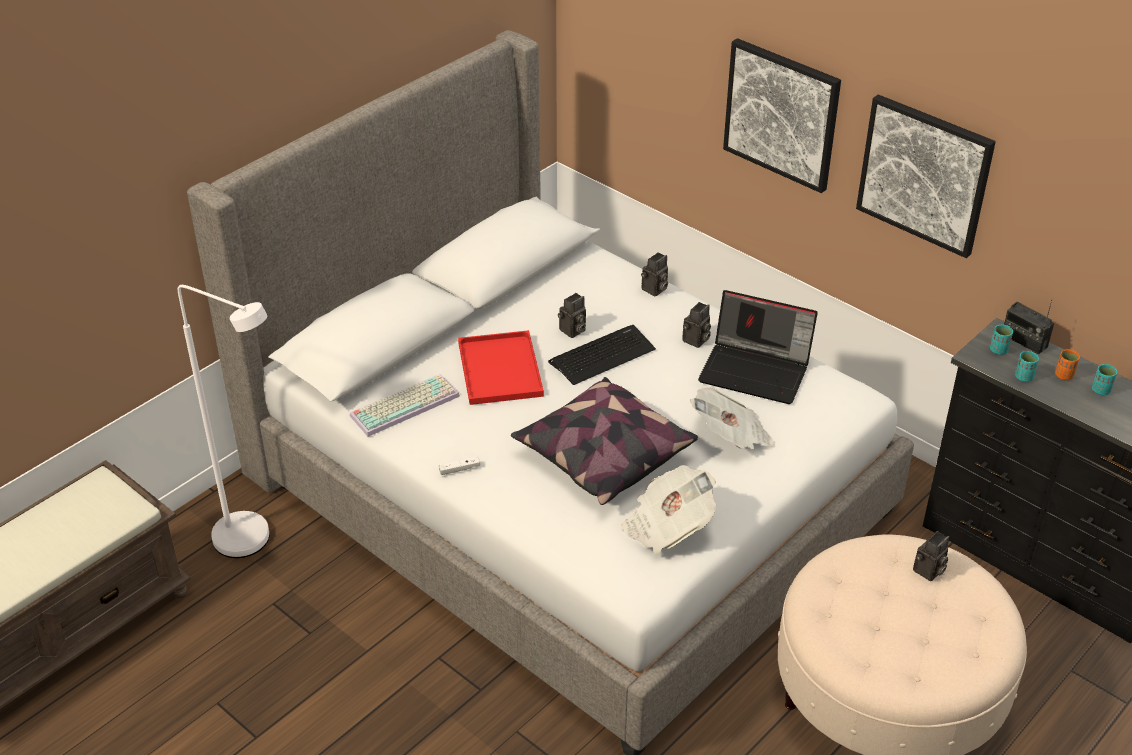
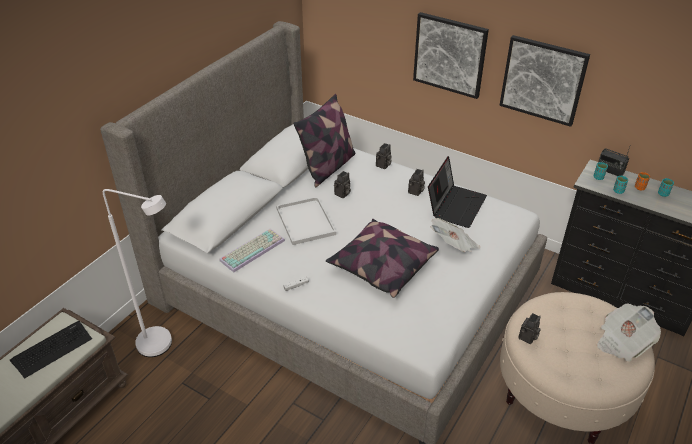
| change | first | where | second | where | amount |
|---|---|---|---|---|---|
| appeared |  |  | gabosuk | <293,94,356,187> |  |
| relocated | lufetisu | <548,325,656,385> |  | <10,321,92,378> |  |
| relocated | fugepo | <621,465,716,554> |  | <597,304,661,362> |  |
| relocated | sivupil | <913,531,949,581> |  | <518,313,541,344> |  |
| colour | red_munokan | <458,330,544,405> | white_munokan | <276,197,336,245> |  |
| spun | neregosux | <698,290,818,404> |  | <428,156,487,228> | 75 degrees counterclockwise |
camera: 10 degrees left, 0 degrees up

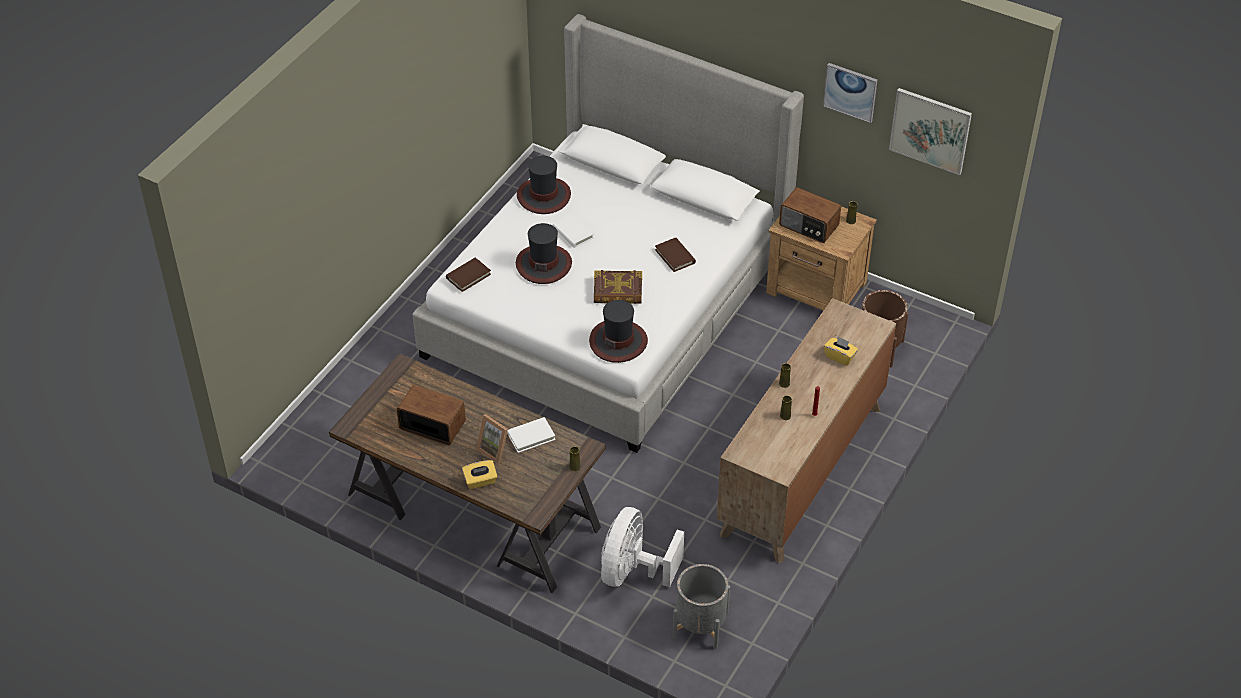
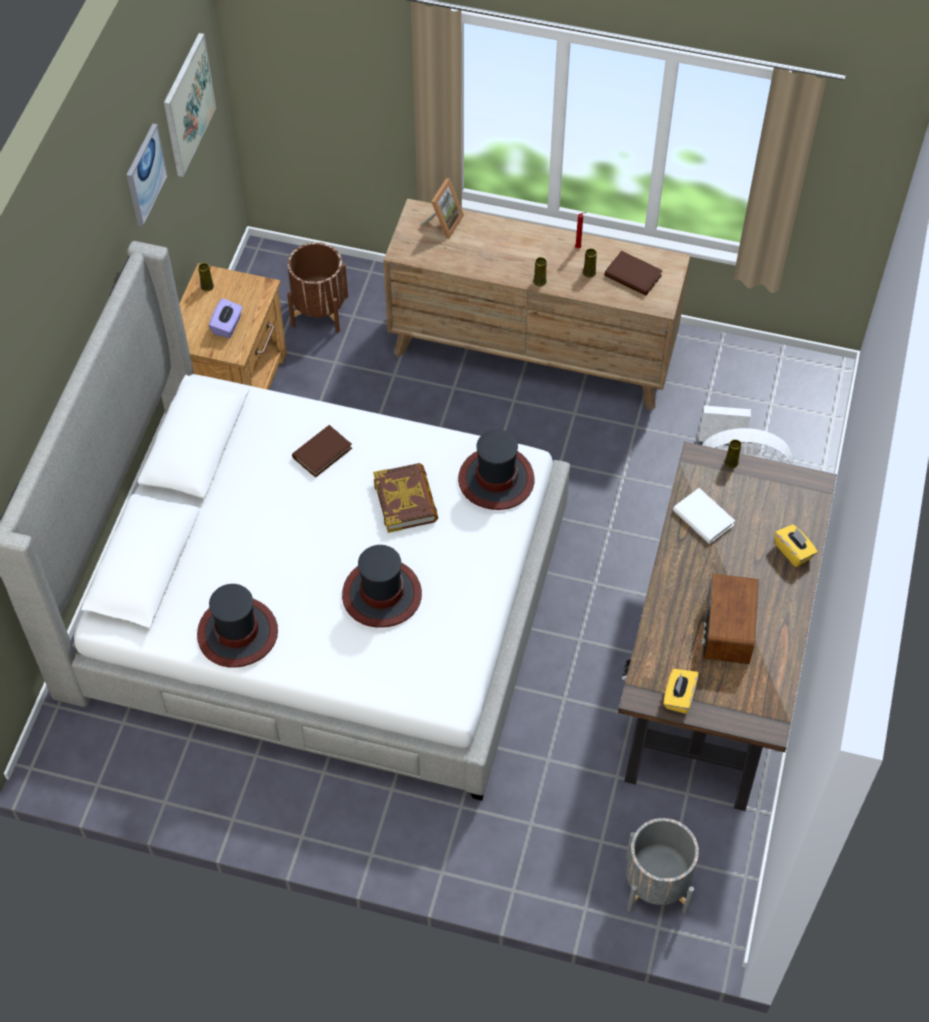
| change | first | where | second | where | amount |
|---|---|---|---|---|---|
| missing | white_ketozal | <553,214,594,248> |  |  |  |
| relocated | brown_ketozal | <446,258,491,292> |  | <604,251,663,296> |  |
| relocated | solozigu | <476,414,508,464> |  | <421,178,464,239> |  |
| relocated | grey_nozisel | <673,564,730,649> |  | <626,818,699,914> |  |
| relocated | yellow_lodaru | <824,336,858,366> |  | <664,669,699,714> |  |
| exchanged | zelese | <779,187,841,243> | purple_lodaru | <209,298,243,338> |  |
camera: 105 degrees left, 10 degrees up

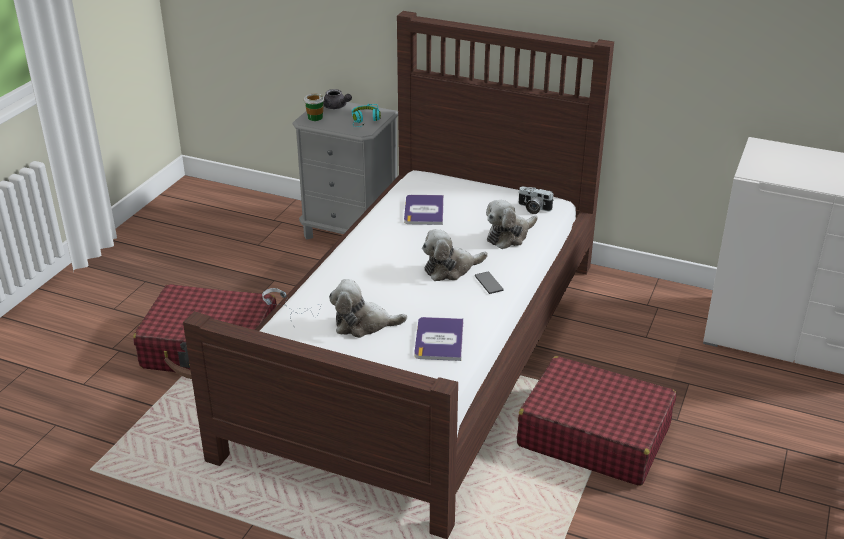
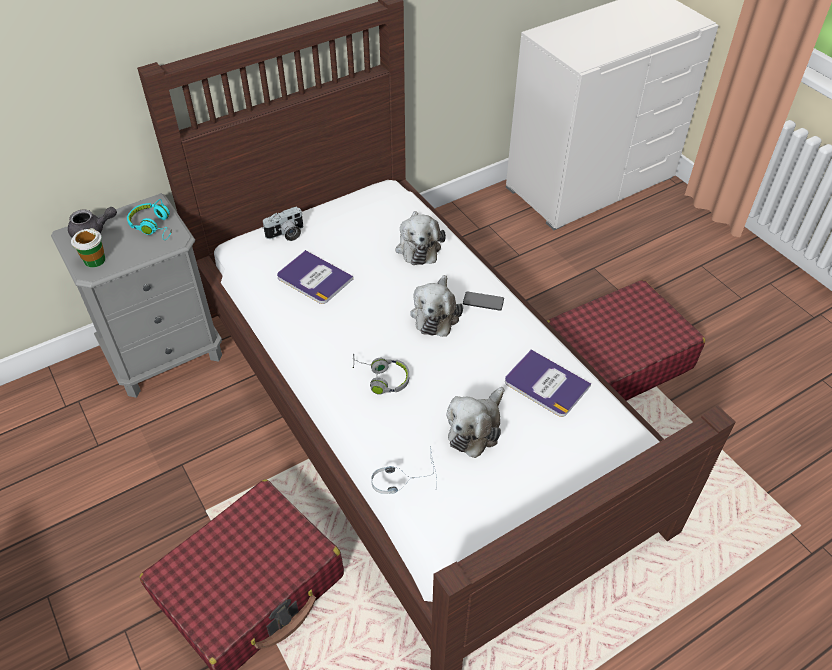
| change | first | where | second | where | amount |
|---|---|---|---|---|---|
| appeared |  |  | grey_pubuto | <352,354,409,395> |  |
| relocated | sivupil | <518,187,553,214> |  | <262,207,303,241> |  |
camera: 55 degrees left, 15 degrees up

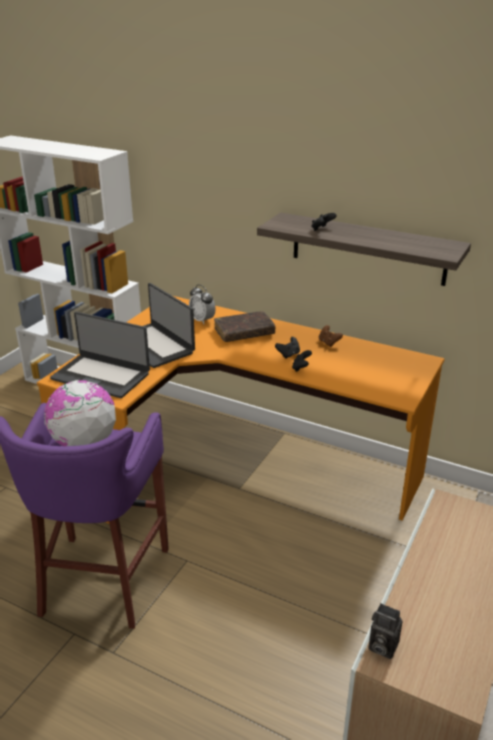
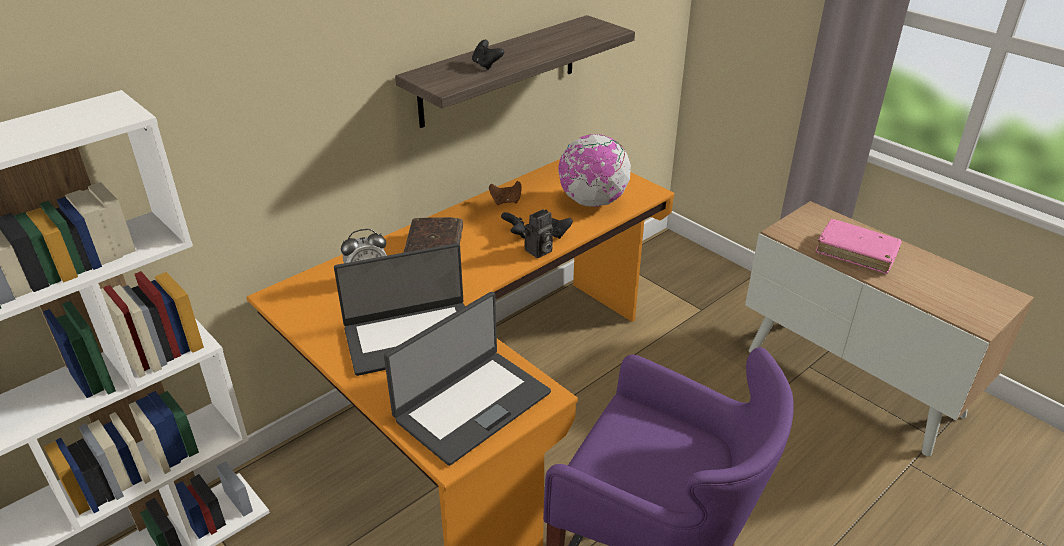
| change | first | where | second | where | amount |
|---|---|---|---|---|---|
| appeared |  |  | pink_ketozal | <816,219,902,274> |  |
| relocated | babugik | <44,380,116,446> |  | <558,134,631,207> |  |
| relocated | sivupil | <369,603,403,659> |  | <523,209,553,258> |  |
camera: 70 degrees left, 5 degrees up

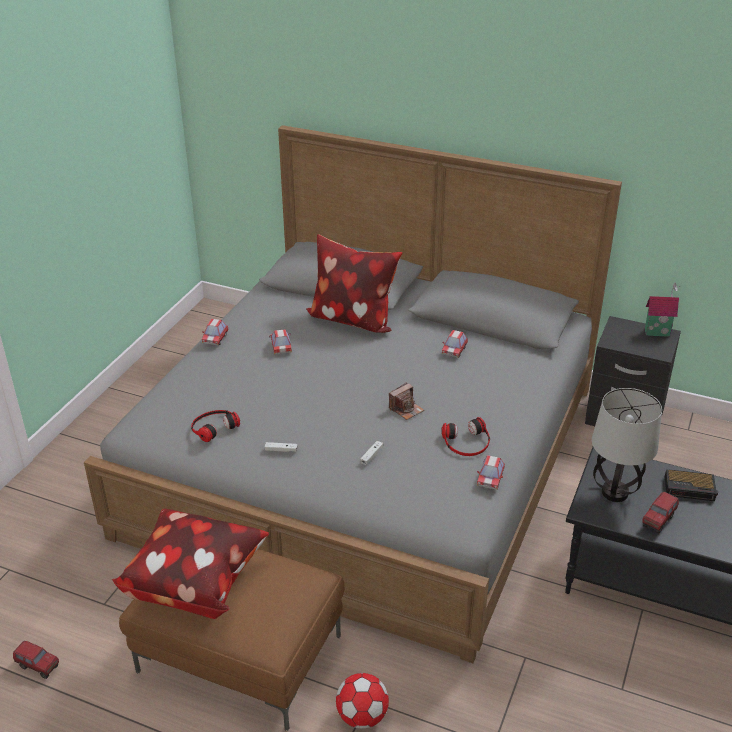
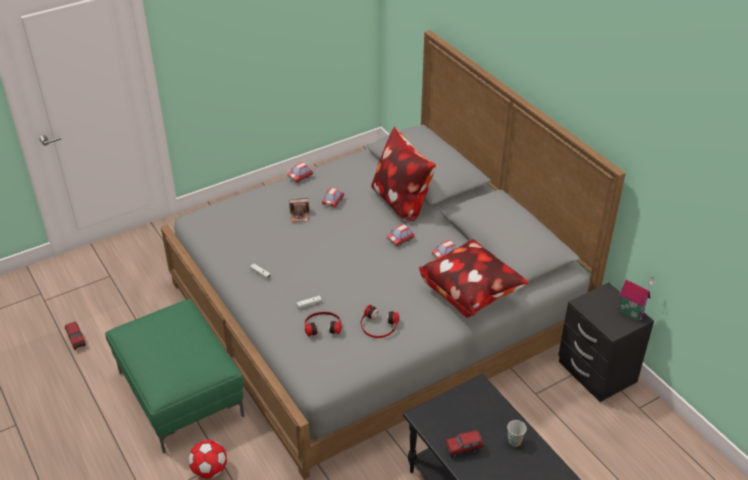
| change | first | where | second | where | amount |
|---|---|---|---|---|---|
| missing | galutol | <592,388,662,502> |  |  |  |
| relocated | gabosuk | <111,509,269,619> |  | <419,239,529,318> |  |
| relocated | pubuto | <191,410,240,442> |  | <305,312,342,336> |  |
| relocated | sivupil | <389,382,424,420> |  | <289,198,309,222> |  |
| relocated | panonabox | <477,455,505,490> |  | <387,224,415,246> |  |
| exchanged | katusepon | <665,469,718,501> | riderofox | <507,420,527,447> |  |
| colour | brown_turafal | <119,549,345,731> | green_turafal | <105,299,244,453> |  |
camera: 35 degrees right, 5 degrees up

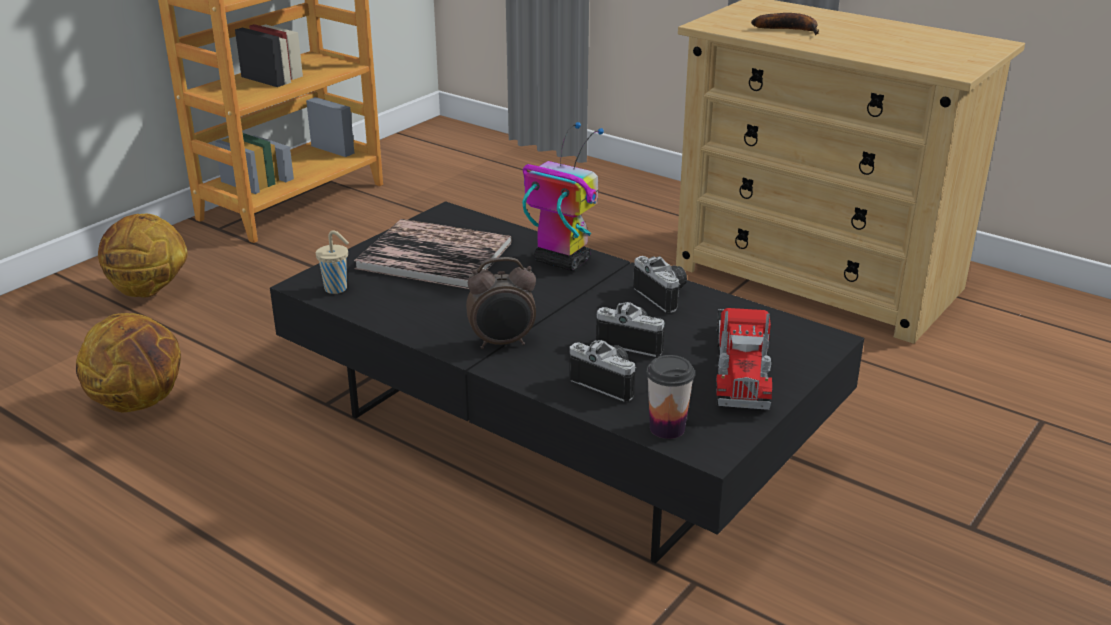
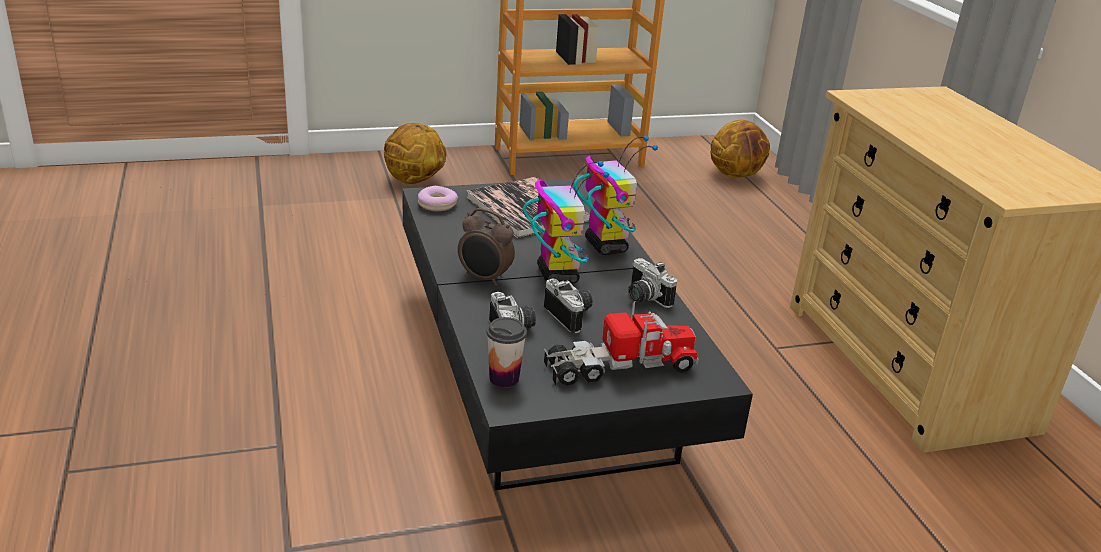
| change | first | where | second | where | amount |
|---|---|---|---|---|---|
| missing | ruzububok | <751,13,819,35> |  |  |  |
| appeared |  |  | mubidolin | <523,161,609,284> |  |
| relocated | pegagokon | <76,313,181,412> |  | <711,120,770,178> |  |
| exchanged | beige_riderofox | <316,230,349,294> | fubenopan | <418,186,458,211> |  |
| spun | sivupil | <633,256,687,313> |  | <628,258,677,308> | 135 degrees clockwise |
| spun | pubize | <716,308,772,410> |  | <544,301,699,386> | 150 degrees counterclockwise |
camera: 35 degrees right, 0 degrees up

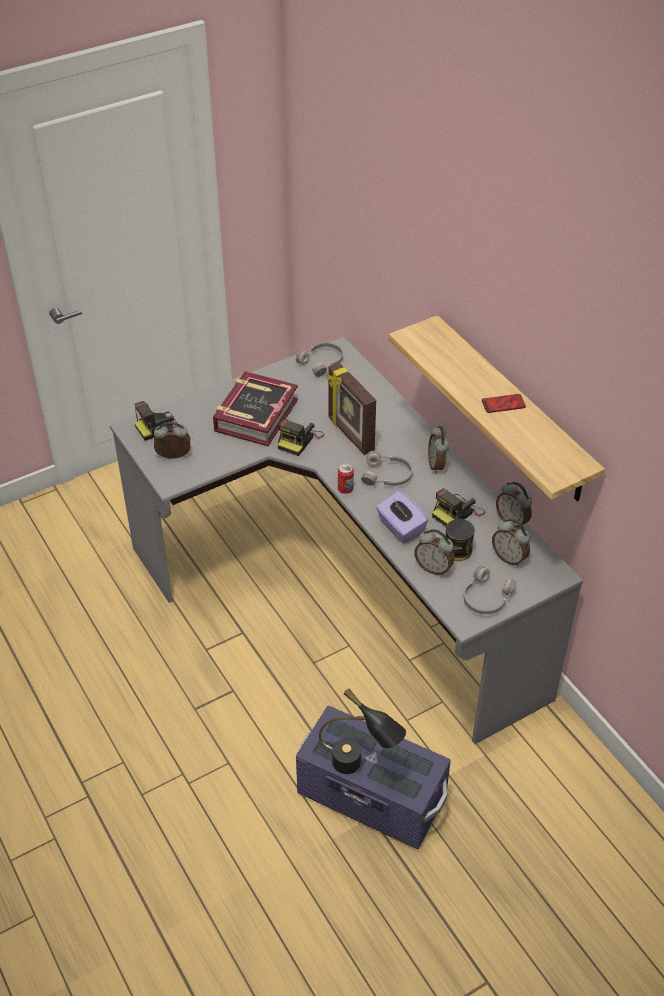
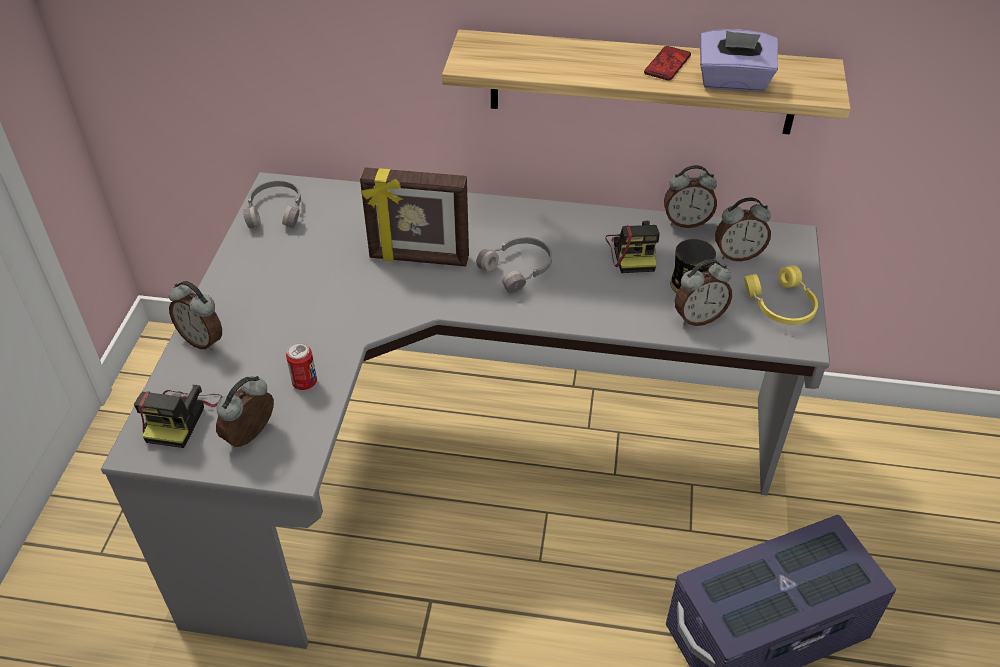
| change | first | where | second | where | amount |
|---|---|---|---|---|---|
| missing | ketozal | <213,371,298,446> |  |  |  |
| missing | sivupil | <278,419,324,456> |  |  |  |
| missing | black_galutol | <319,689,406,774> |  |  |  |
| relocated | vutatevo | <338,464,354,494> |  | <286,343,317,390> |  |
| relocated | purple_lodaru | <376,491,428,544> |  | <700,29,778,92> |  |
| relocated | katusepon | <428,425,449,473> |  | <169,281,222,351> |  |
| colour | grey_pubuto | <463,566,516,614> | yellow_pubuto | <744,265,818,325> |  |
camera: 50 degrees left, 0 degrees up

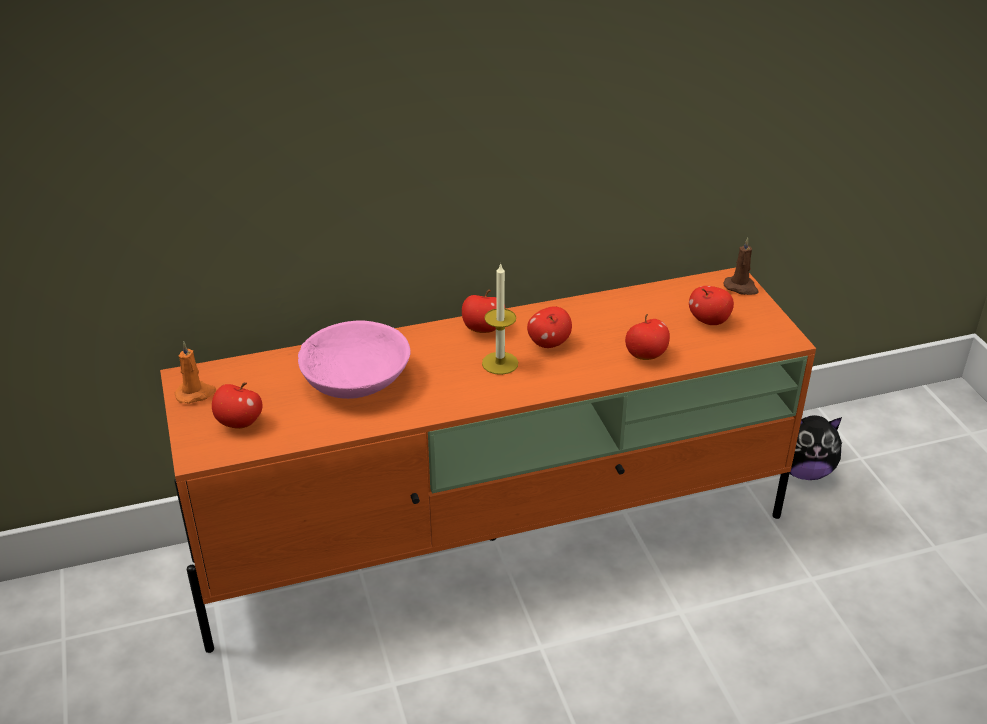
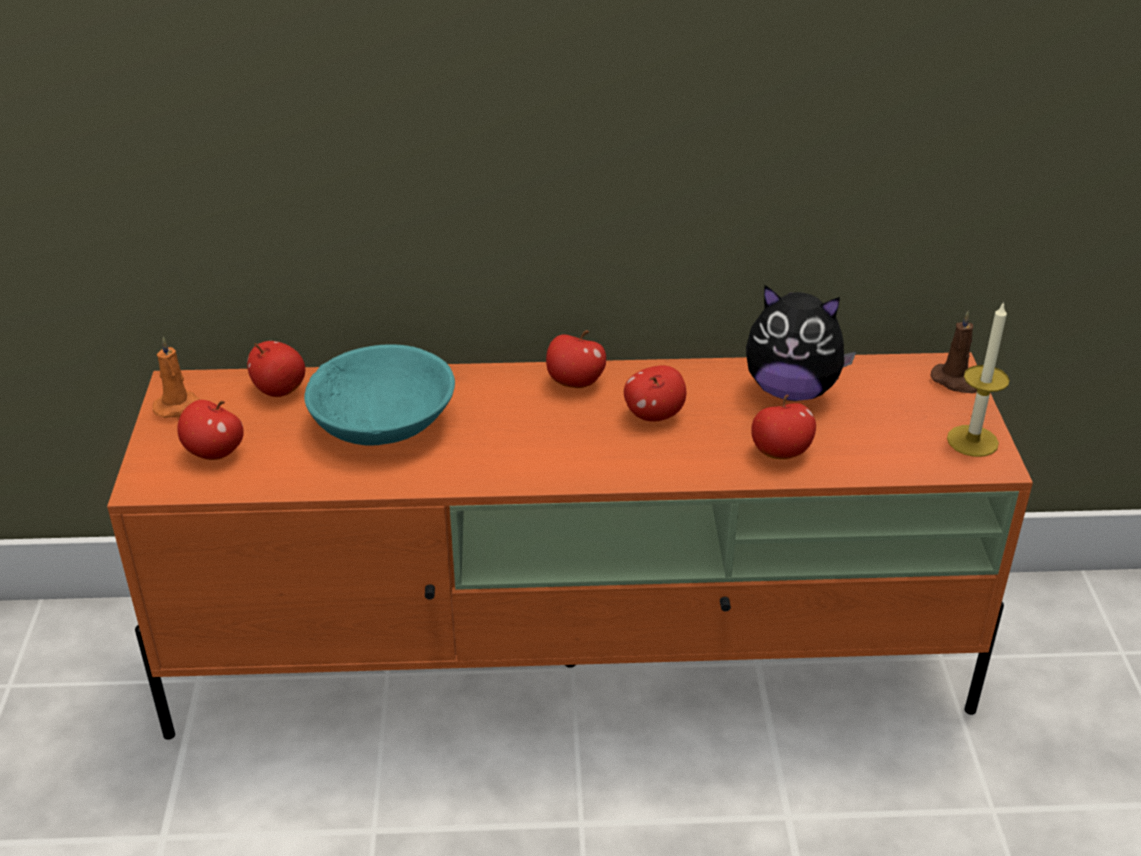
| change | first | where | second | where | amount |
|---|---|---|---|---|---|
| relocated | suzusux | <482,263,518,375> |  | <947,301,1010,457> |  |
| relocated | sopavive | <689,286,734,325> |  | <247,341,305,397> |  |
| relocated | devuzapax | <790,415,842,480> |  | <746,285,857,401> |  |
| colour | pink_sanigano | <298,321,410,399> | turquoise_sanigano | <304,344,455,446> |  |
camera: 15 degrees right, 0 degrees up

